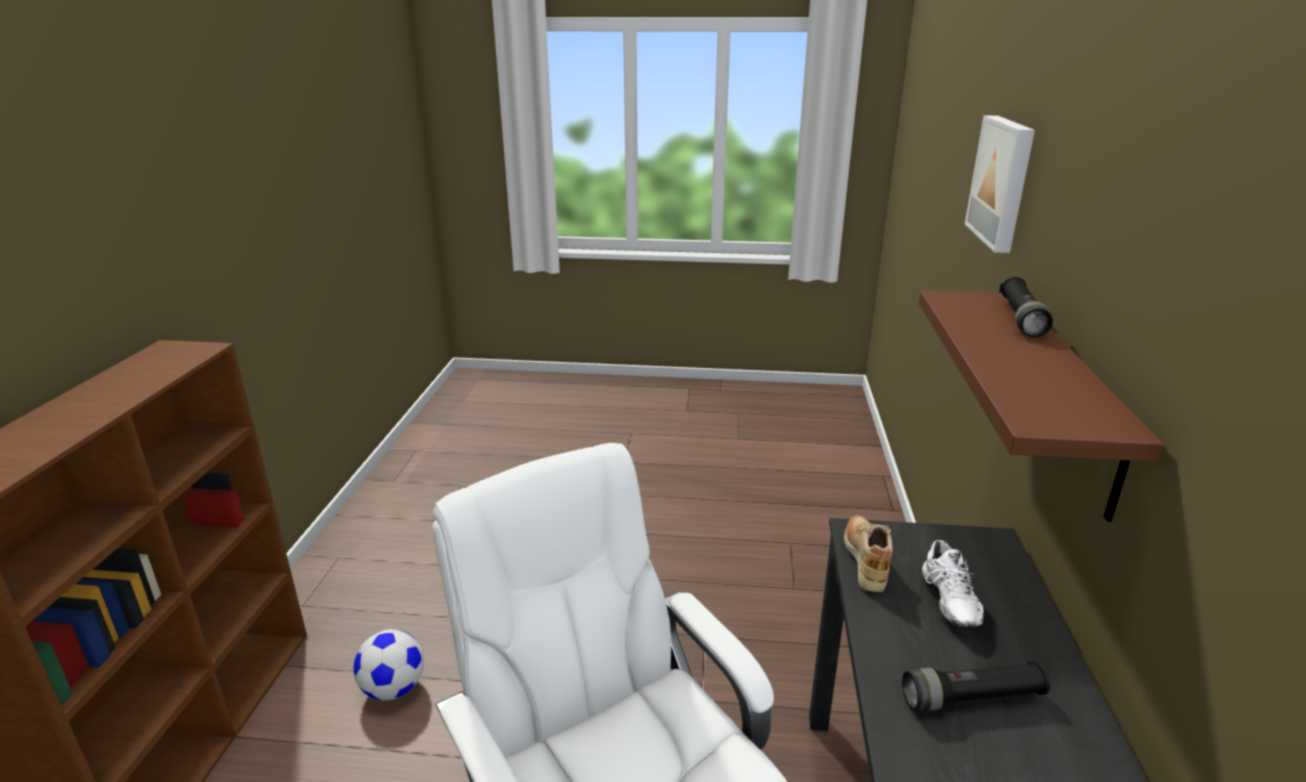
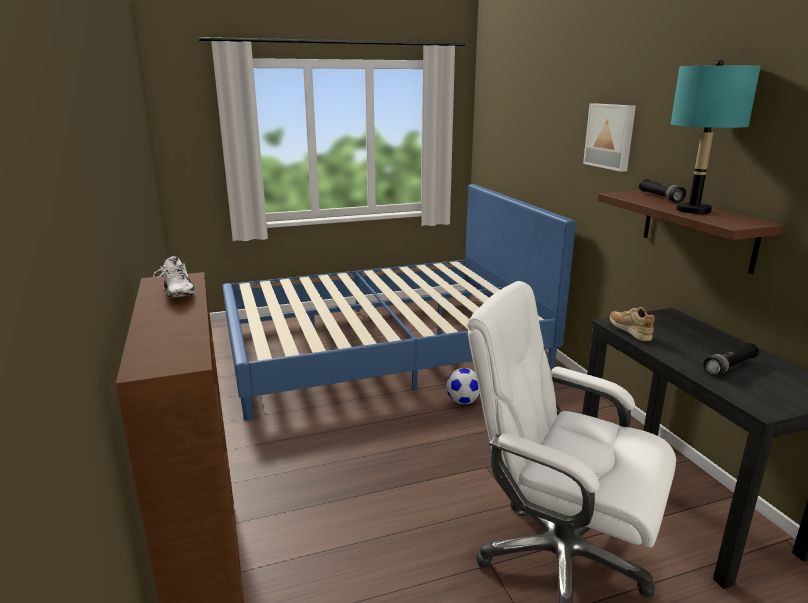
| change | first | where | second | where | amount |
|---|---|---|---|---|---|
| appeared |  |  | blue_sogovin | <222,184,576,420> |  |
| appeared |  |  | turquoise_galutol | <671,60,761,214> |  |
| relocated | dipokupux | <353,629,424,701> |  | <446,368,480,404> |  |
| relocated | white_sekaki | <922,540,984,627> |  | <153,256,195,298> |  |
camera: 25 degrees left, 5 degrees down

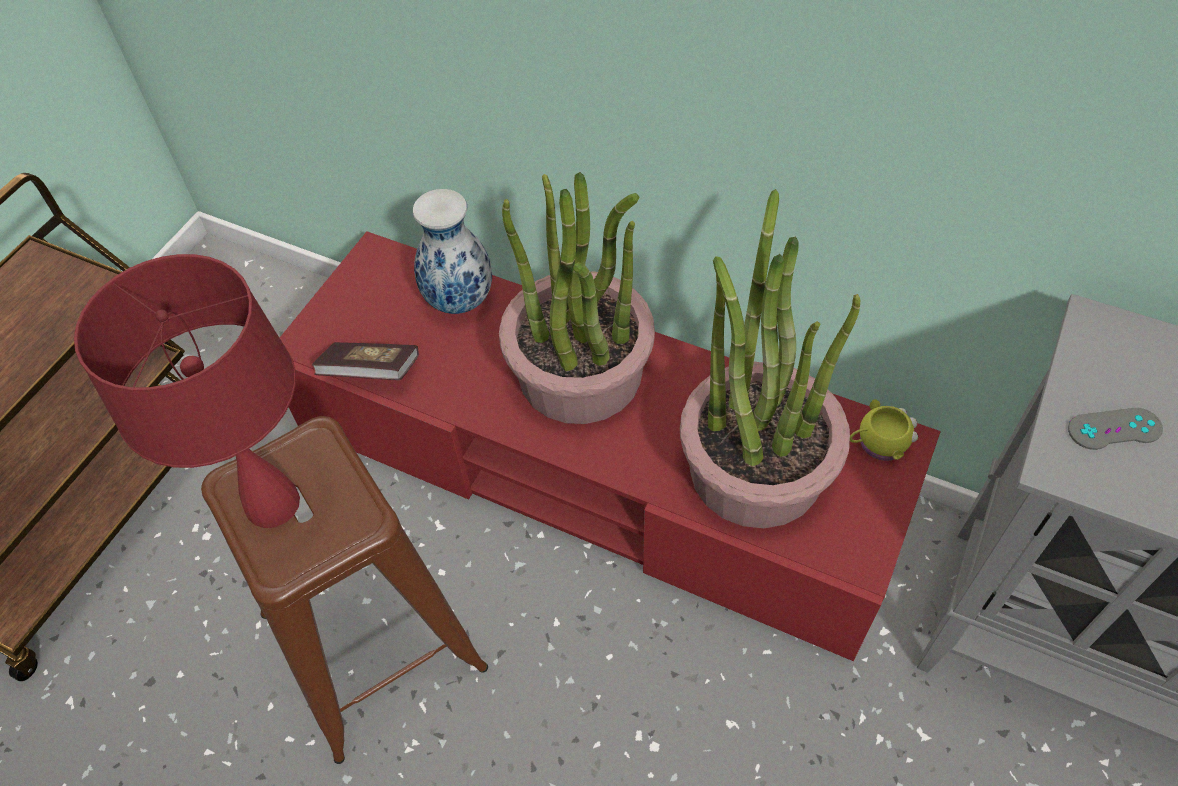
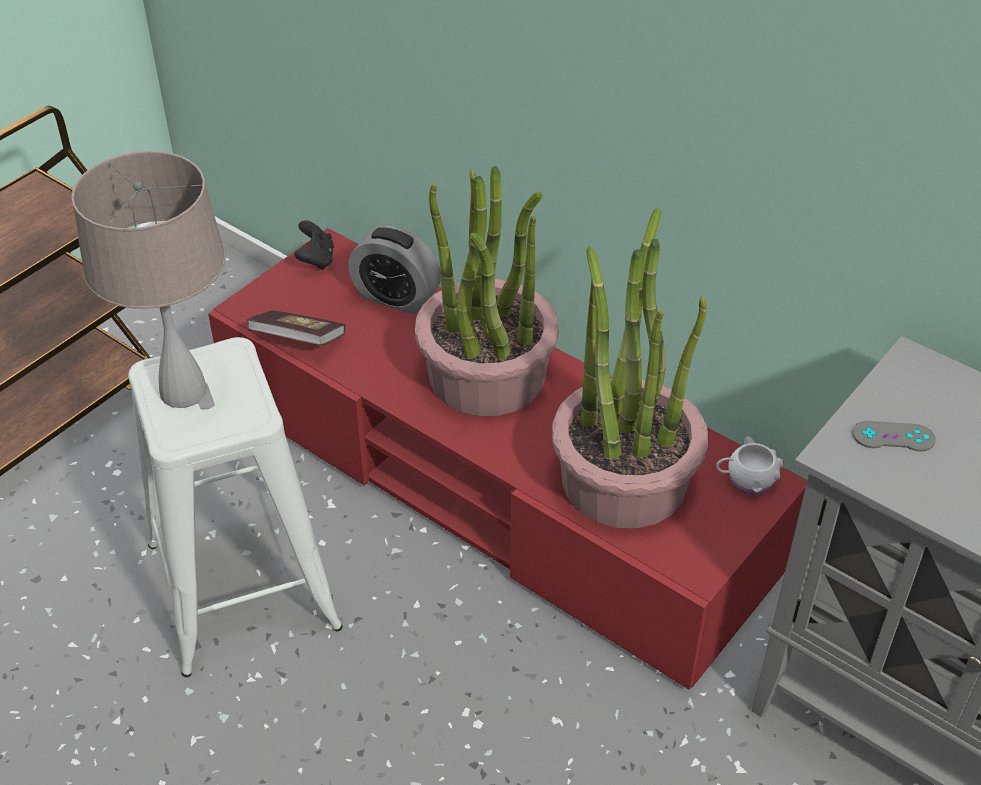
| change | first | where | second | where | amount |
|---|---|---|---|---|---|
| appeared |  |  | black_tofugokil | <294,220,334,270> |  |
| exchanged | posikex | <413,189,492,314> | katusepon | <348,226,441,314> |  |
| colour | red_galutol | <74,254,300,528> | beige_galutol | <71,151,225,408> |  |
| colour | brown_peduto | <201,416,488,764> | white_peduto | <128,337,343,677> |  |
| colour | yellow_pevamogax | <850,399,918,461> | white_pevamogax | <716,436,784,496> |  |
camera: 10 degrees right, 10 degrees down

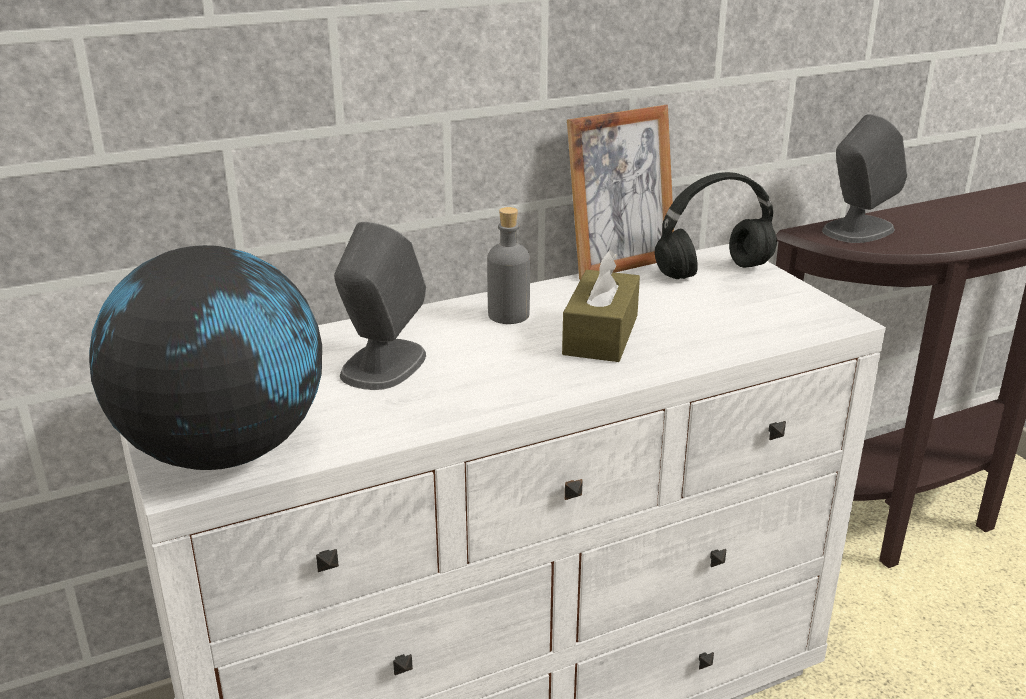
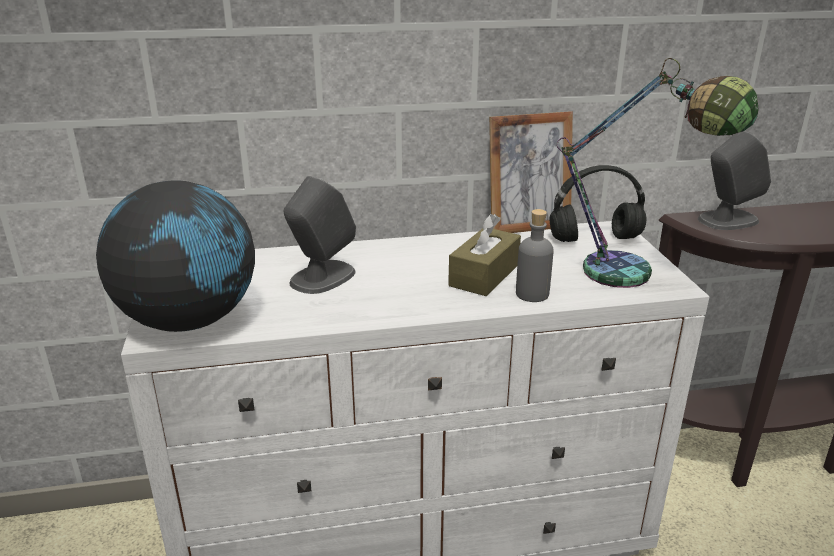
| change | first | where | second | where | amount |
|---|---|---|---|---|---|
| appeared |  |  | galutol | <557,58,759,288> |  |
| relocated | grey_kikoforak | <487,207,530,324> |  | <516,209,554,302> |  |
camera: 15 degrees right, 0 degrees up

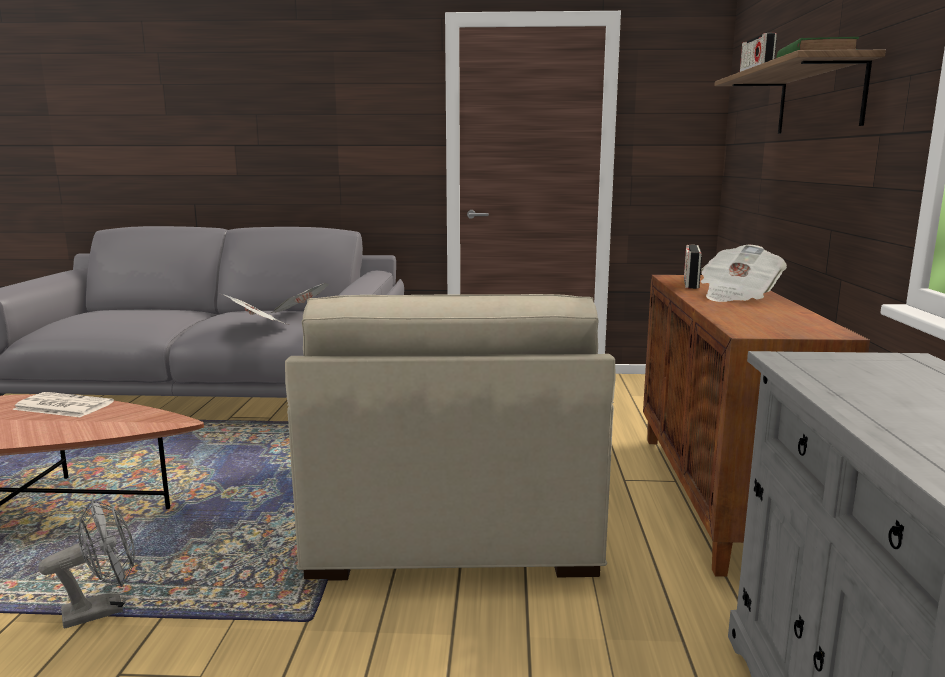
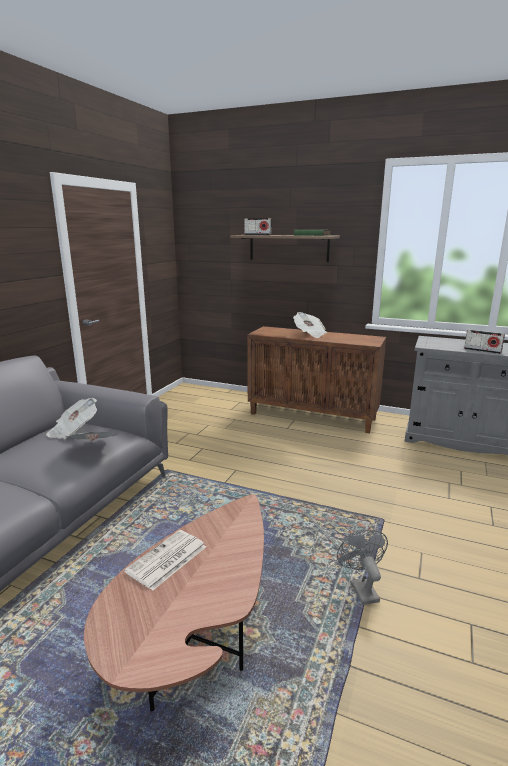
| change | first | where | second | where | amount |
|---|---|---|---|---|---|
| missing | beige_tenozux | <285,294,615,581> |  |  |  |
| relocated | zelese | <684,245,702,289> |  | <464,330,505,354> |  |
camera: 70 degrees left, 5 degrees up

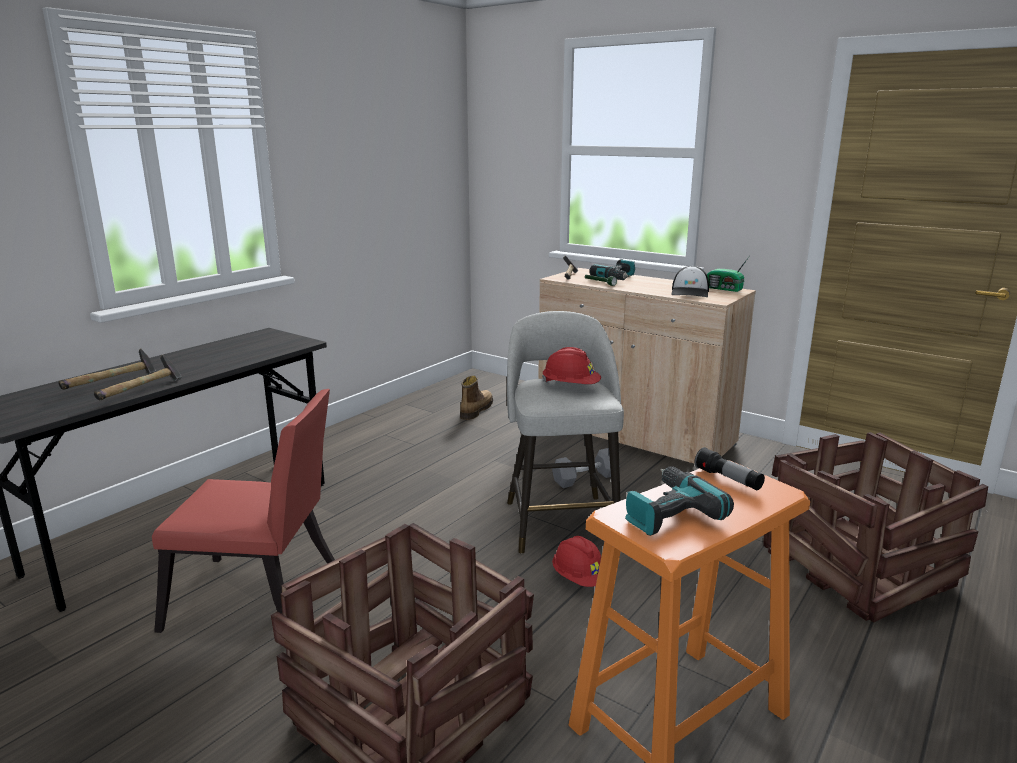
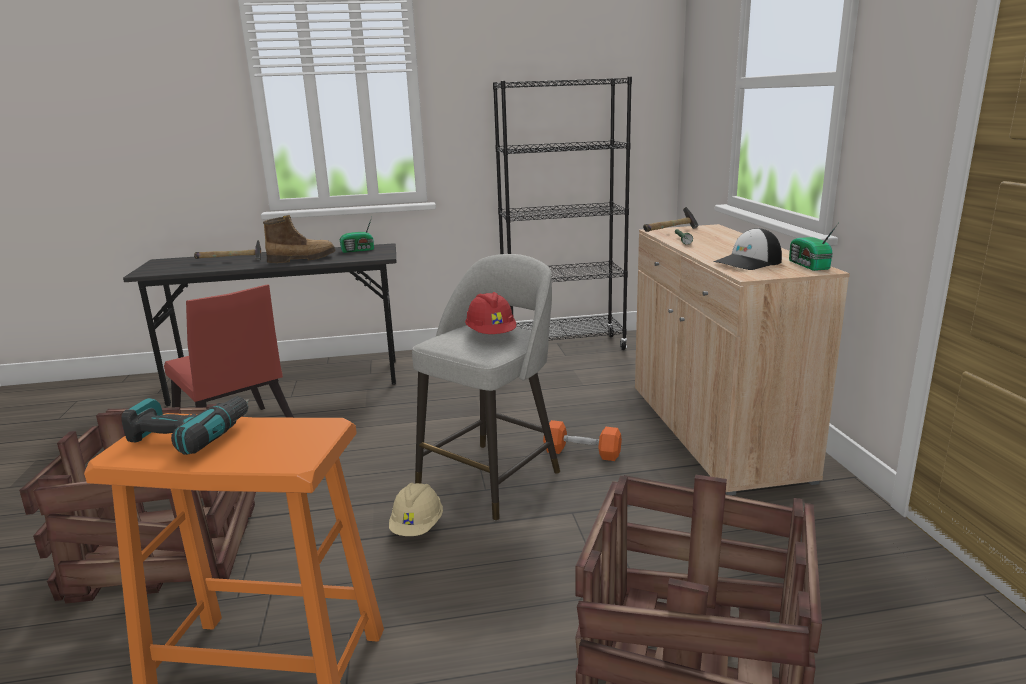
| change | first | where | second | where | amount |
|---|---|---|---|---|---|
| missing | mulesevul | <94,355,182,400> |  |  |  |
| missing | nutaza | <589,259,635,280> |  |  |  |
| missing | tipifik | <695,447,765,490> |  |  |  |
| appeared |  |  | zelese | <340,217,374,253> |  |
| appeared |  |  | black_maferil | <493,77,632,350> |  |
| relocated | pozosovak | <460,376,493,420> |  | <263,215,336,263> |  |
| colour | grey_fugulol | <552,448,620,488> | orange_fugulol | <543,420,622,461> |  |
| colour | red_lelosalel | <552,536,601,587> | beige_lelosalel | <389,483,443,536> |  |
camera: 45 degrees right, 0 degrees up

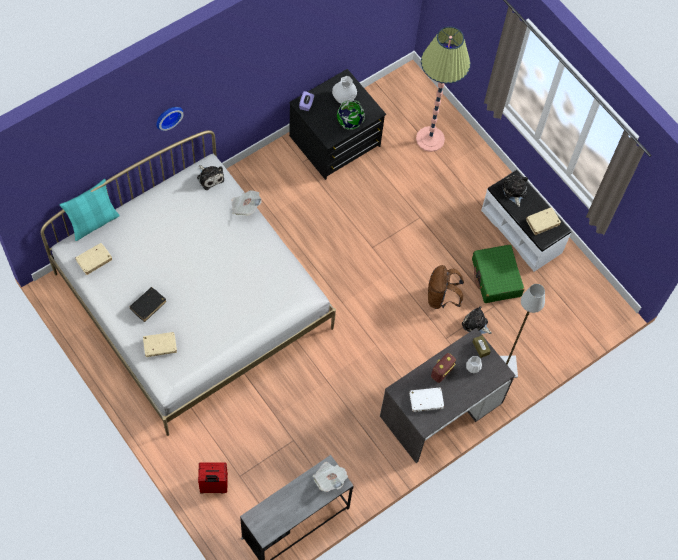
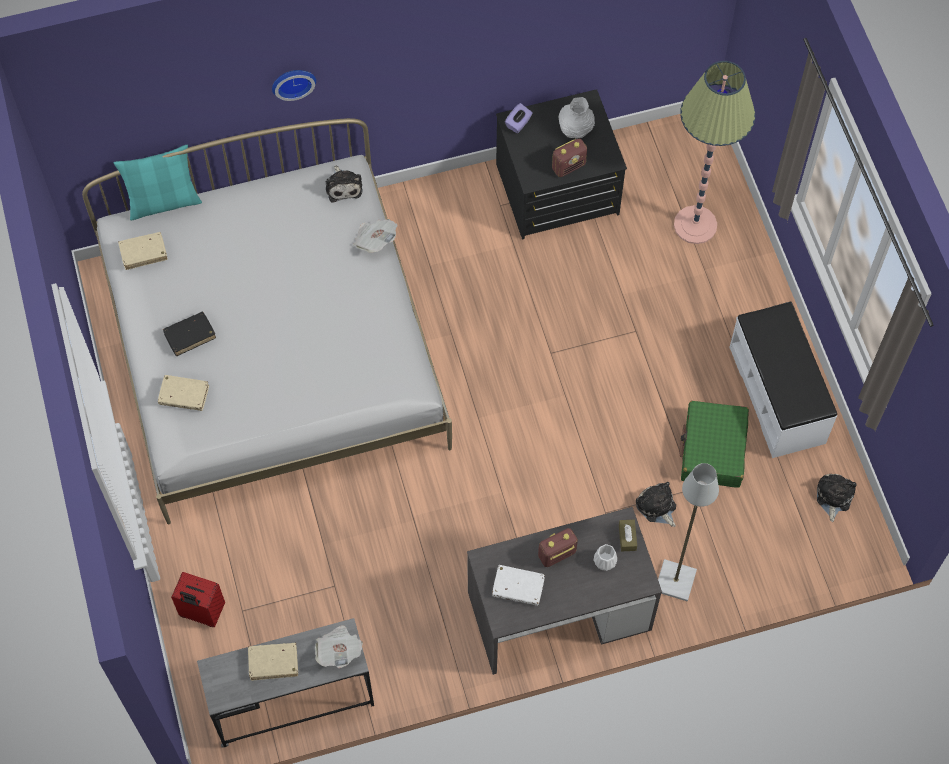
| change | first | where | second | where | amount |
|---|---|---|---|---|---|
| missing | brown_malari | <428,265,464,309> |  |  |  |
| relocated | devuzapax | <502,175,528,207> |  | <817,474,857,522> |  |
| relocated | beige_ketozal | <526,207,561,235> |  | <248,643,298,681> |  |
| exchanged | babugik | <337,100,365,130> | zelese | <552,138,587,177> |  |
camera: 25 degrees right, 0 degrees up

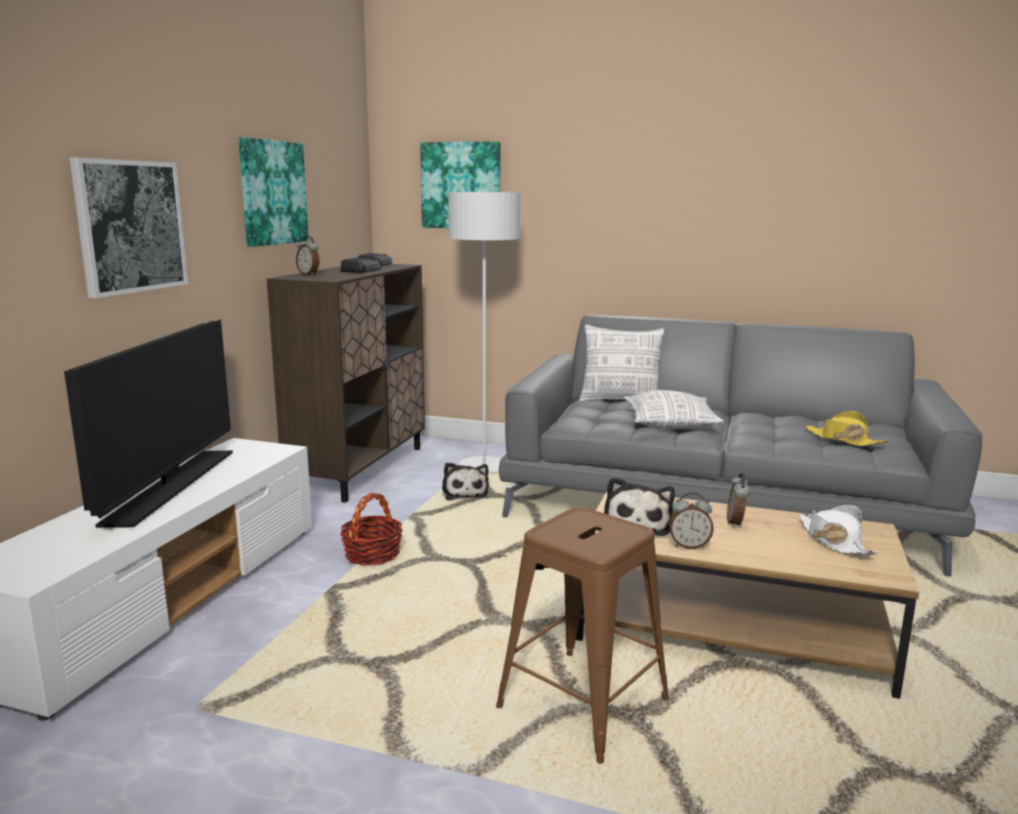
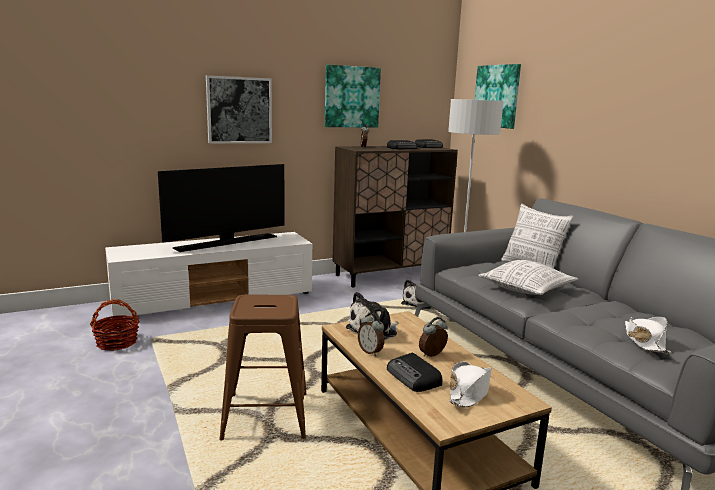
| change | first | where | second | where | amount |
|---|---|---|---|---|---|
| appeared |  |  | zelese | <387,353,442,392> |  |
| relocated | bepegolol | <340,493,403,566> |  | <90,299,139,351> |  |
| colour | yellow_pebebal | <805,411,889,446> | white_pebebal | <625,317,672,354> |  |
camera: 45 degrees right, 0 degrees up

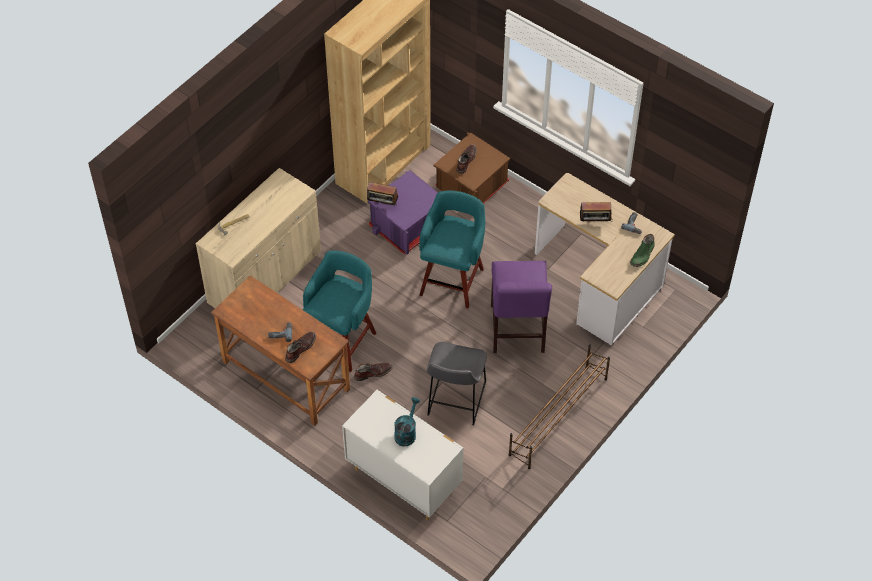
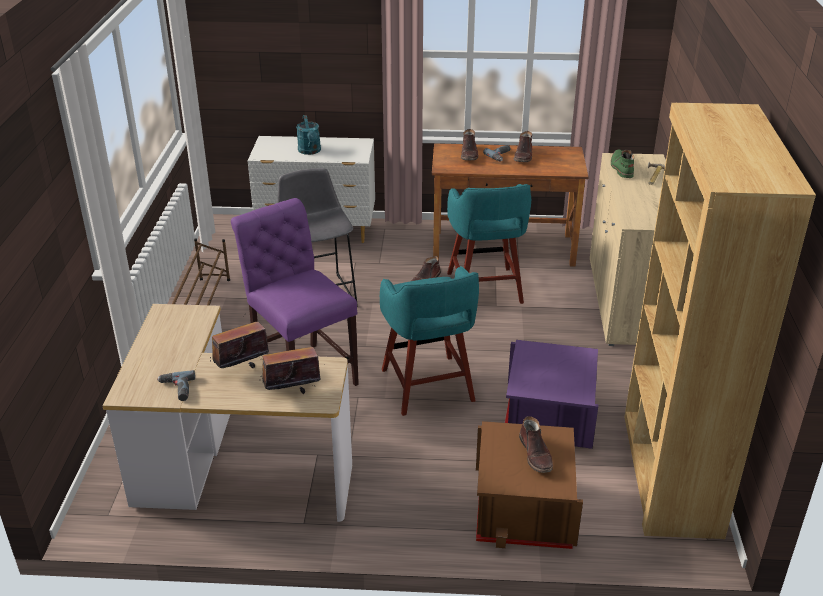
| change | first | where | second | where | amount |
|---|---|---|---|---|---|
| appeared |  |  | brown_pozosovak | <514,131,532,162> |  |
| relocated | zelese | <367,182,398,205> |  | <259,347,321,394> |  |
| relocated | green_pozosovak | <630,234,655,267> |  | <611,150,634,178> |  |
camera: 145 degrees right, 20 degrees down

